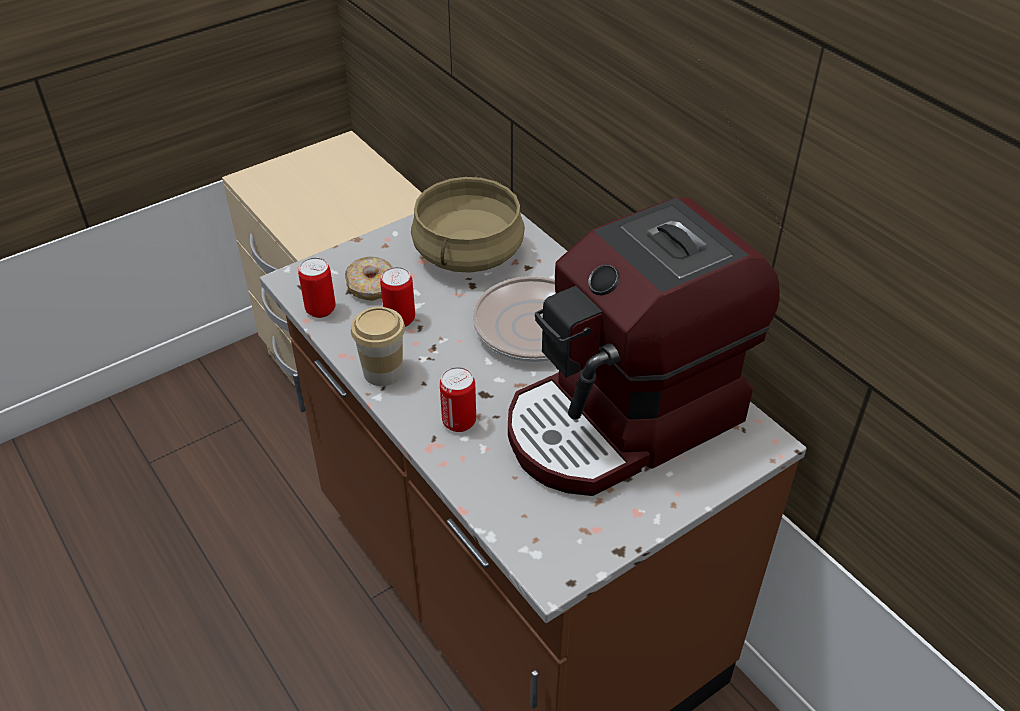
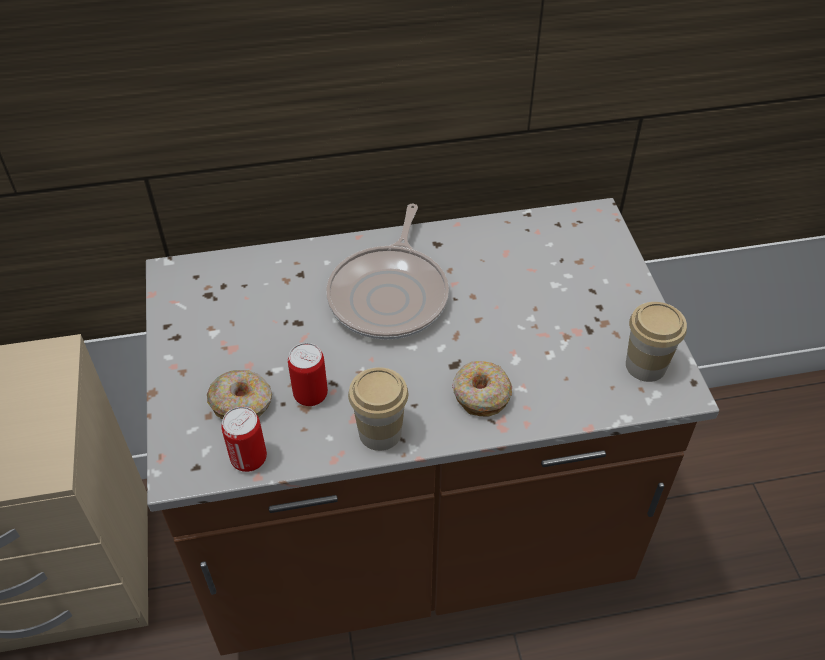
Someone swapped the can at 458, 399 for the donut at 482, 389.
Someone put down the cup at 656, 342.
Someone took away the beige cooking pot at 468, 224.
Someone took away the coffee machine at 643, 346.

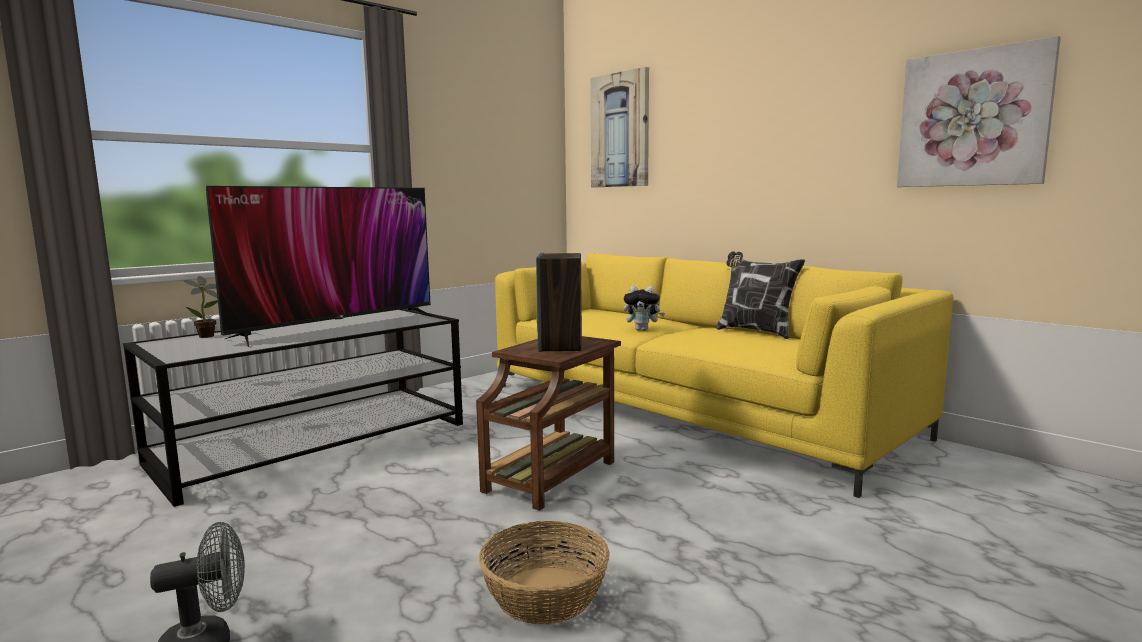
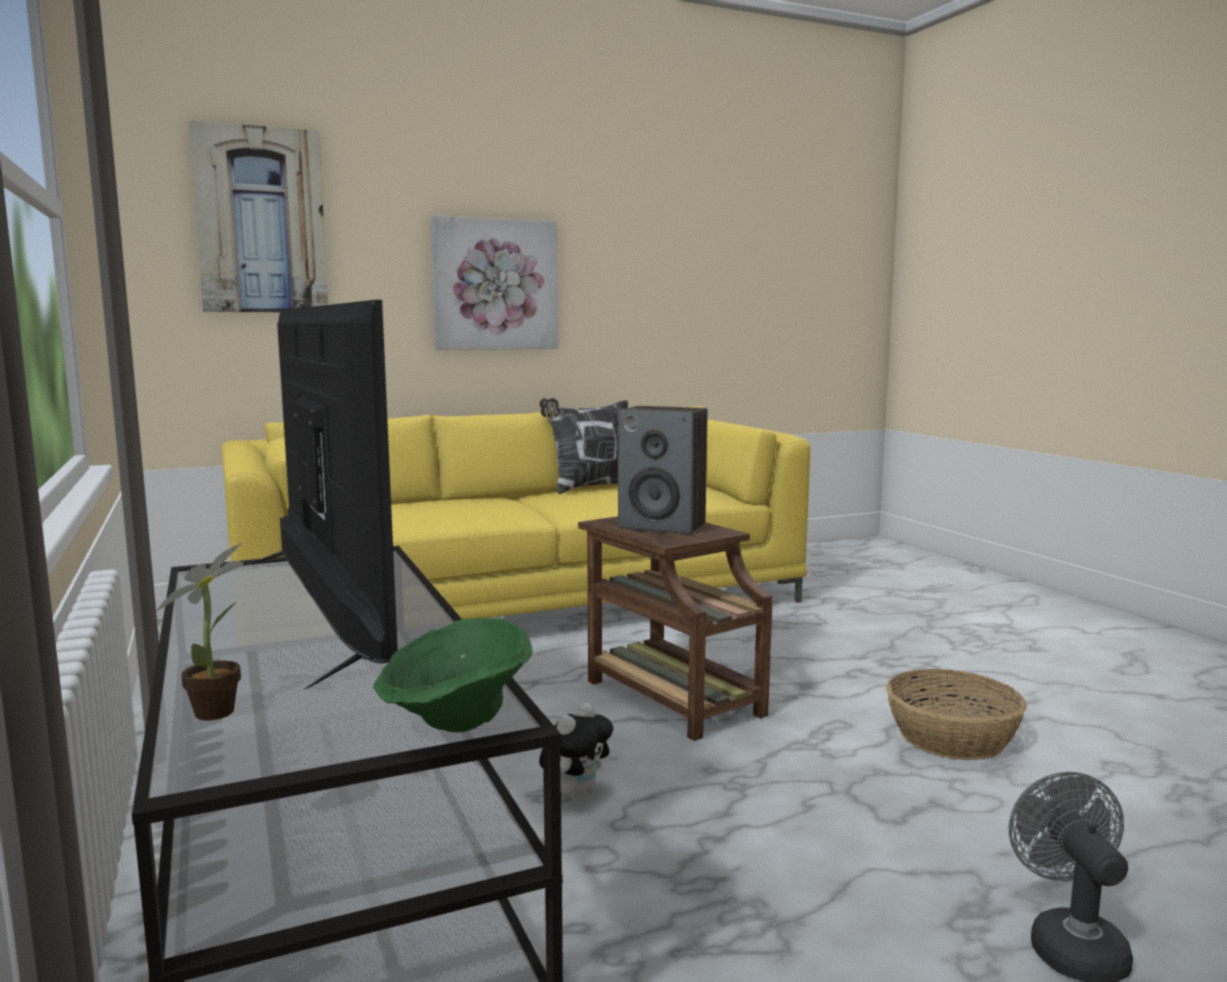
Someone put down the green bowl at 452, 675.
Someone carried the picture from 979, 111 to 494, 282.
Someone carried the plush toy from 644, 308 to 576, 752.

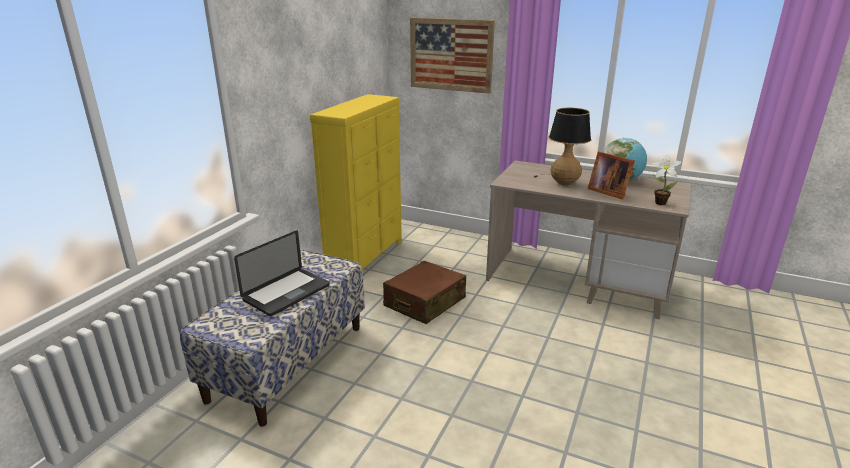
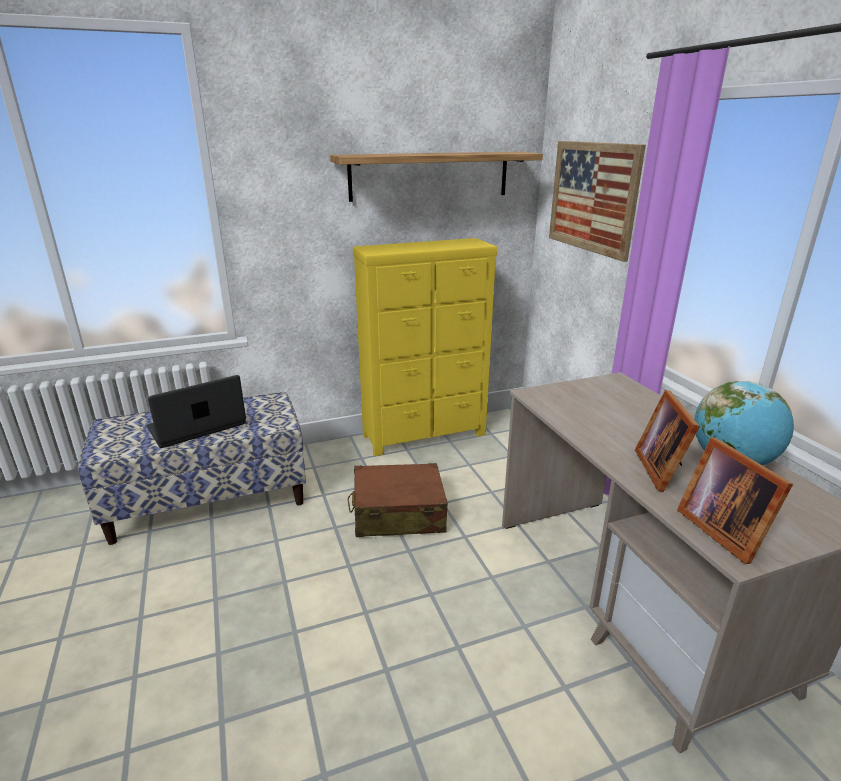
Someone rotated the laptop at 282, 273 by 150 degrees clockwise.
Someone put up the shelf at 436, 177.
Someone swapped the potted plant at 667, 179 for the picture frame at 735, 500.
Someone took away the table lamp at 562, 147.

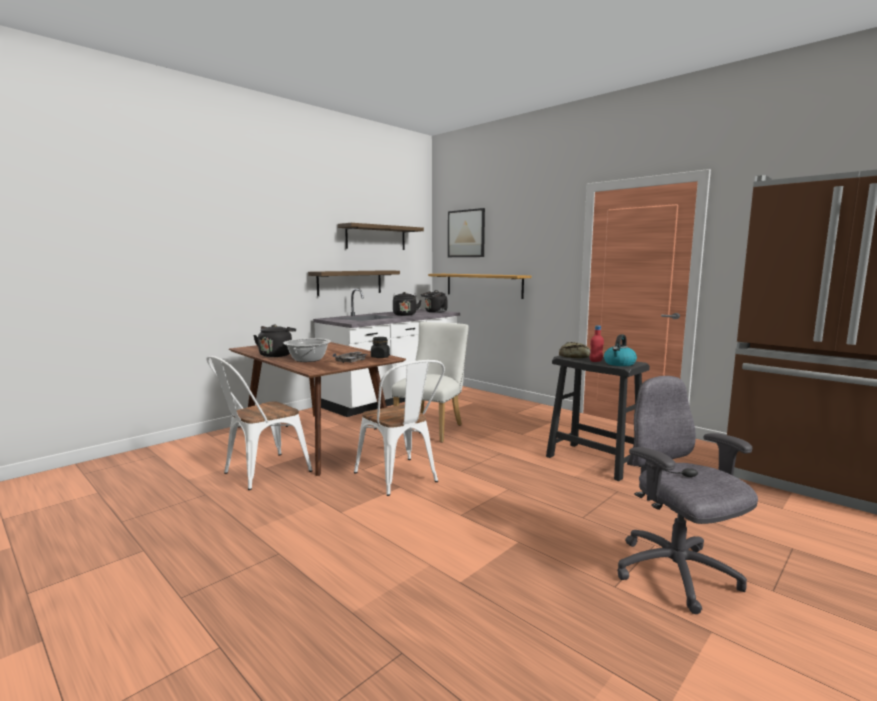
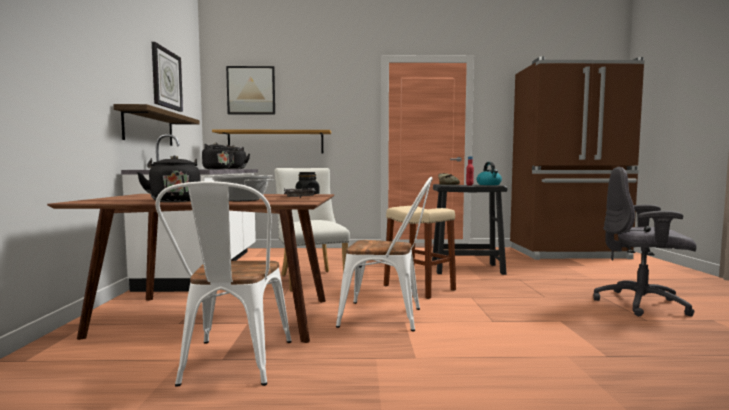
Someone swapped the shelf at 381, 236 for the wall clock at 167, 77.
Someone put down the beige stool at 420, 252.

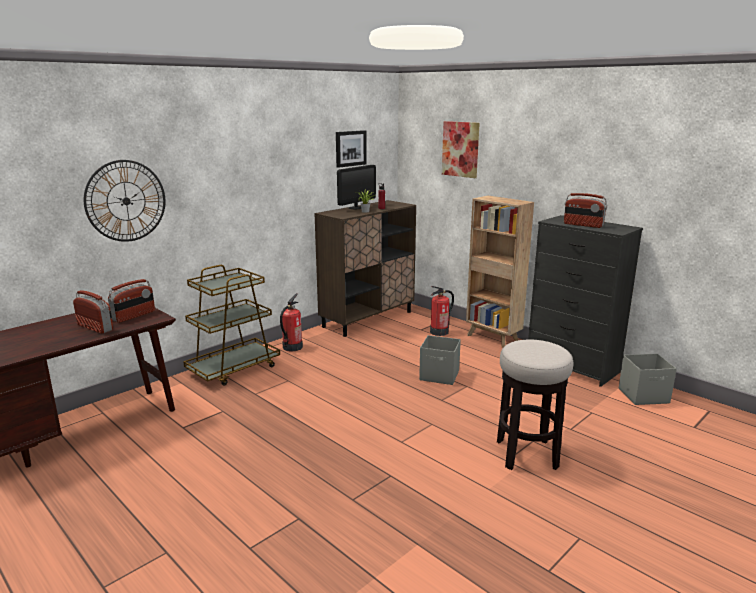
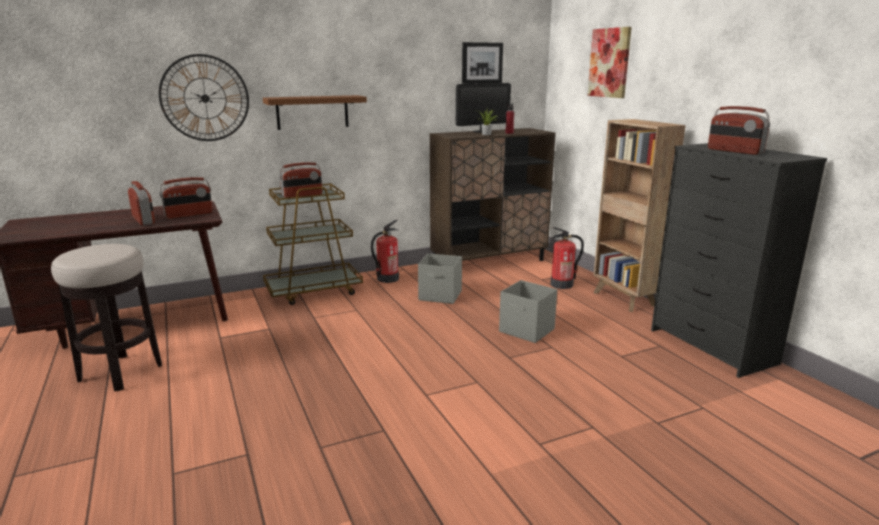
Someone carried the stool from 535, 404 to 106, 317.
Someone put up the brown shelf at 315, 112.
Someone put down the radio at 300, 180.
Someone carried the grey storage box from 648, 379 to 440, 278.

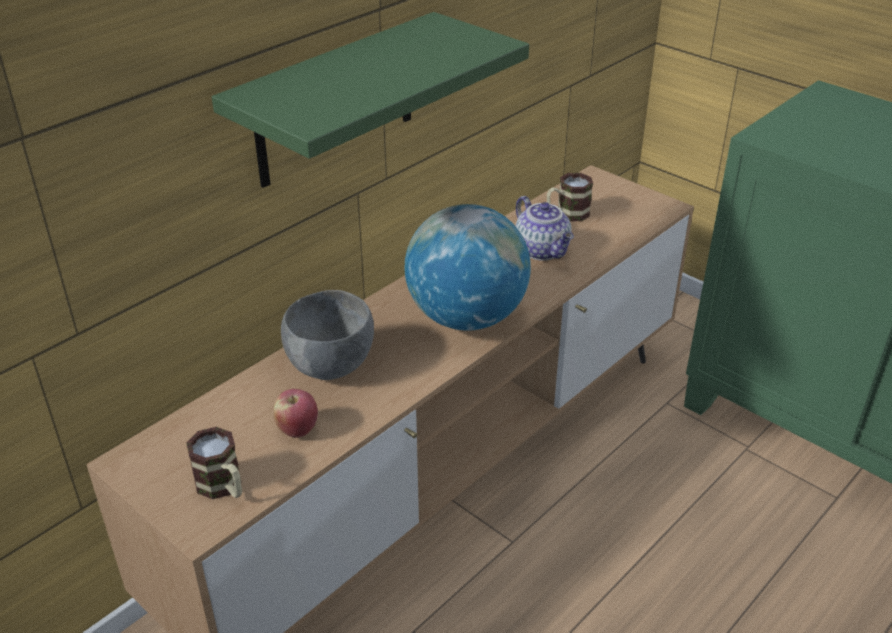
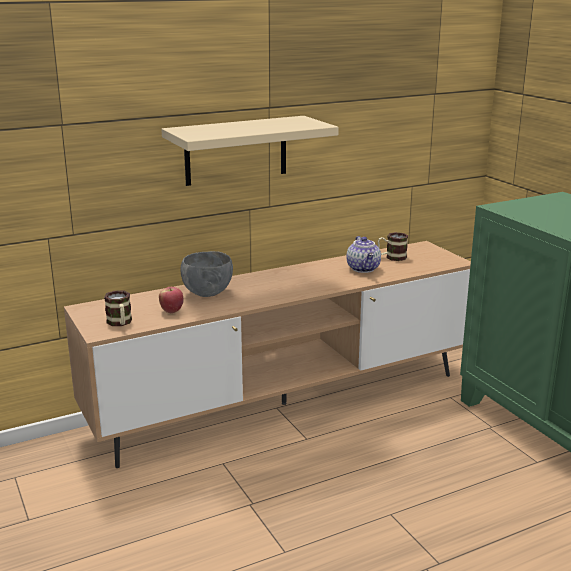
Someone repainted the green shelf at 370, 100, which became the beige shelf at 250, 151.
Someone took away the globe at 467, 267.

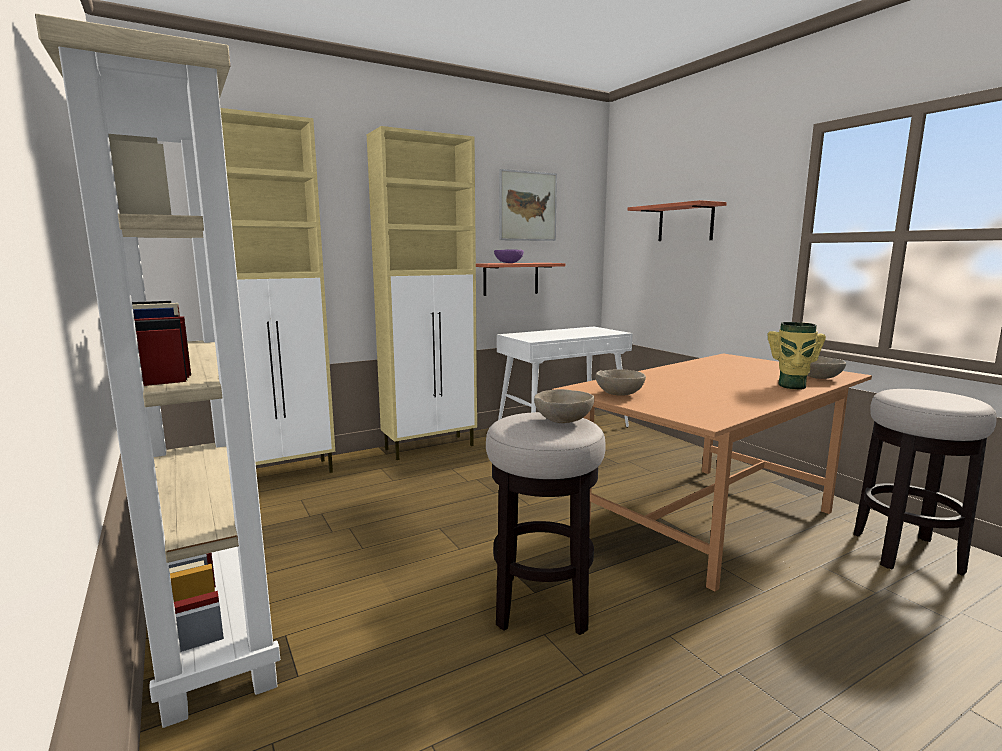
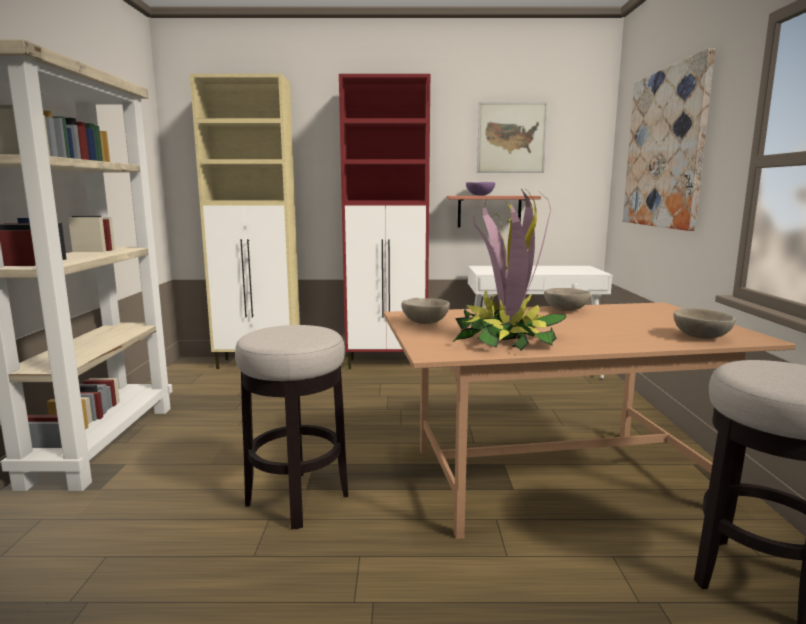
Someone repainted the beige cabinet at 422, 293, which became the red cabinet at 384, 221.
Someone put down the potted plant at 510, 270.
Someone carried the beige bowl from 564, 406 to 567, 299.
Someone swapped the shelf at 677, 220 for the picture at 669, 139.
Someone took away the vase at 796, 355.

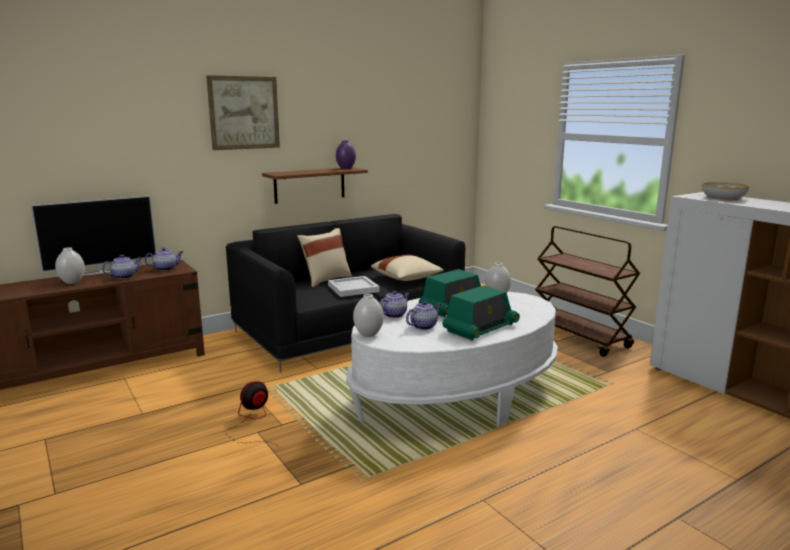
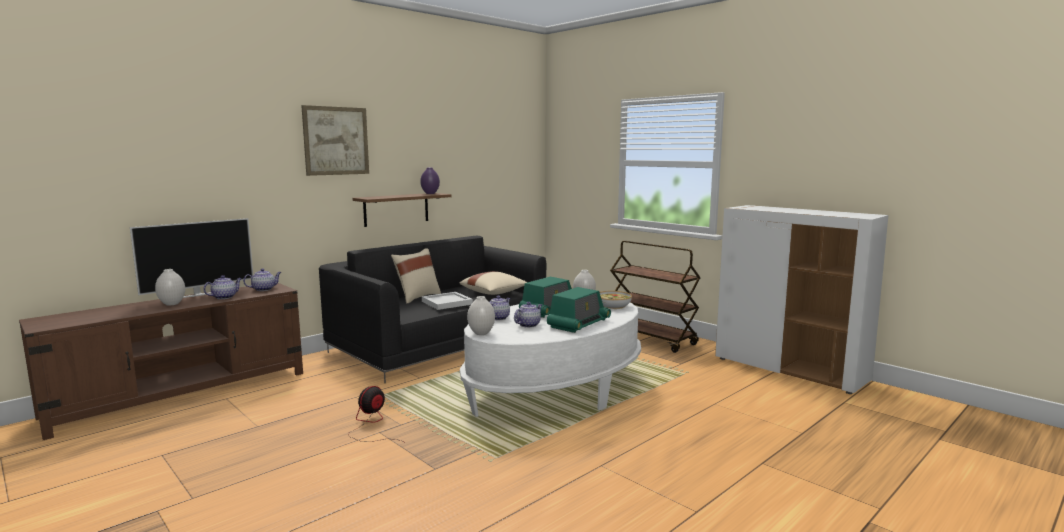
Someone carried the bowl from 725, 191 to 616, 300.

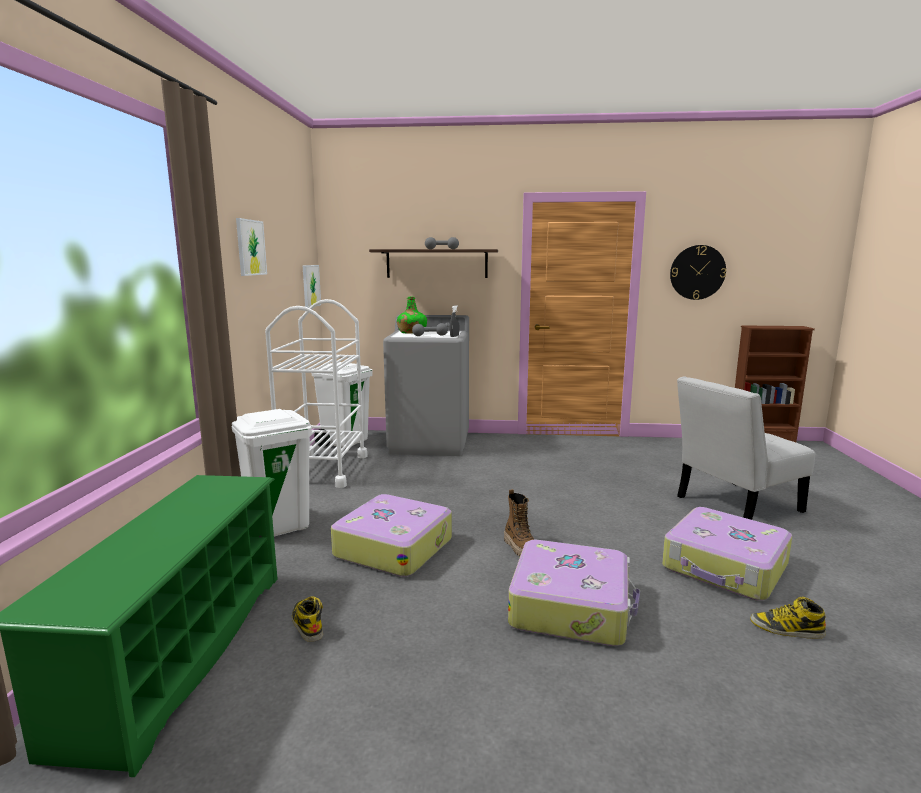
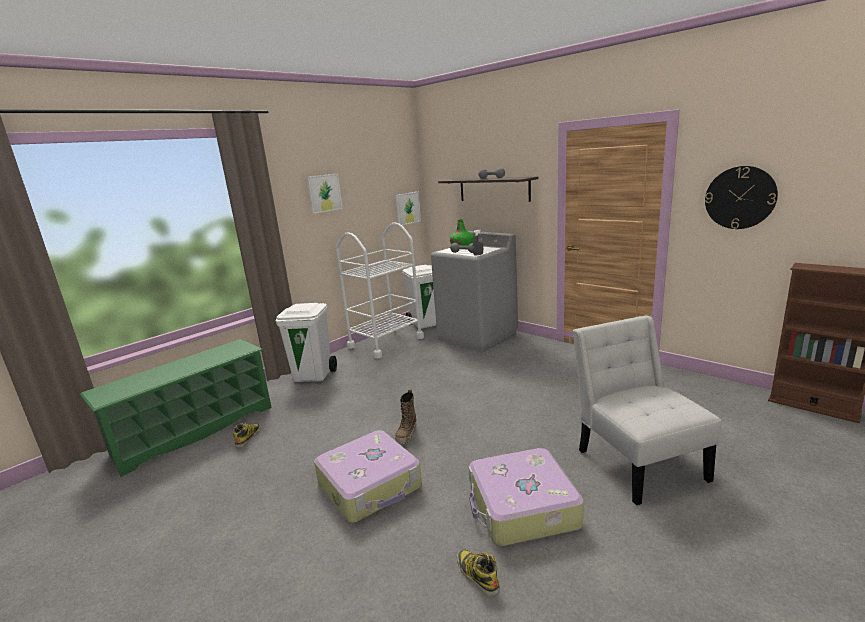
Someone rotated the white chair at 746, 448 by 60 degrees clockwise.
Someone took away the suitcase at 391, 535.

